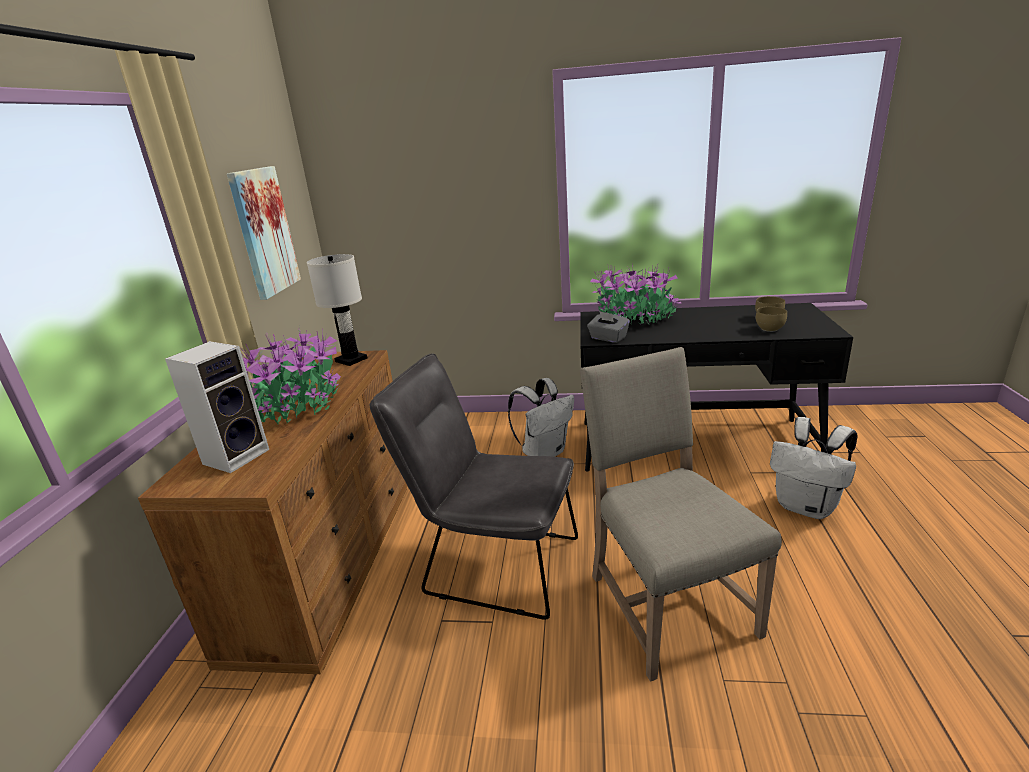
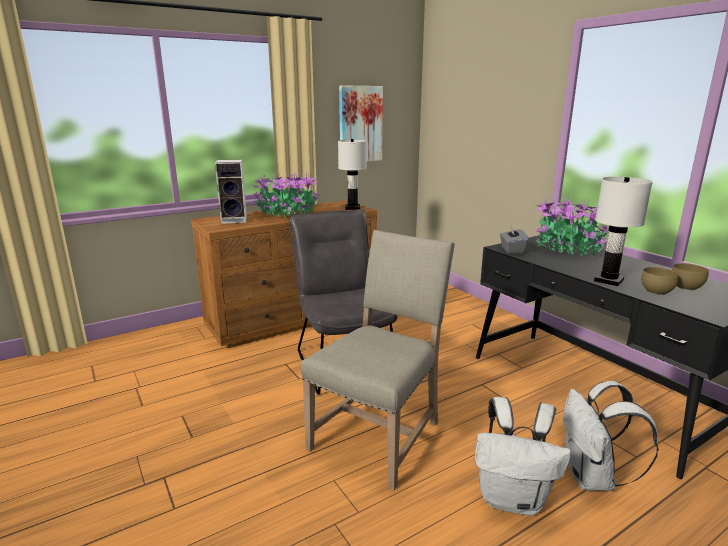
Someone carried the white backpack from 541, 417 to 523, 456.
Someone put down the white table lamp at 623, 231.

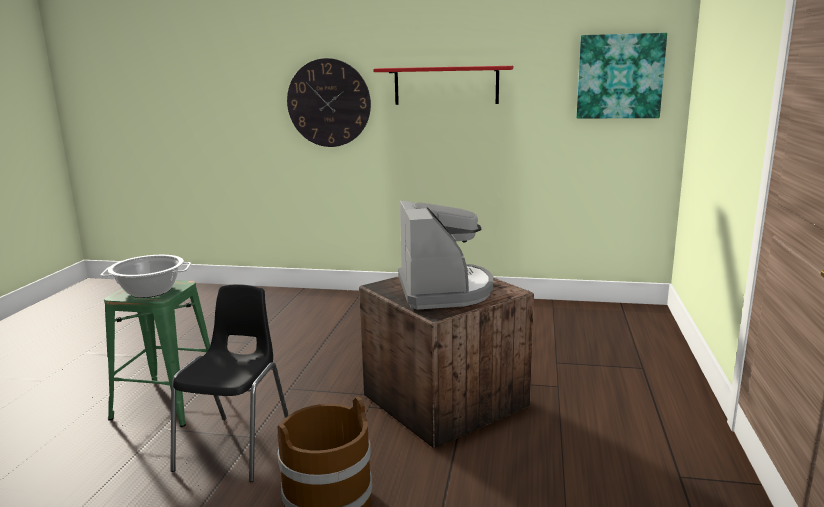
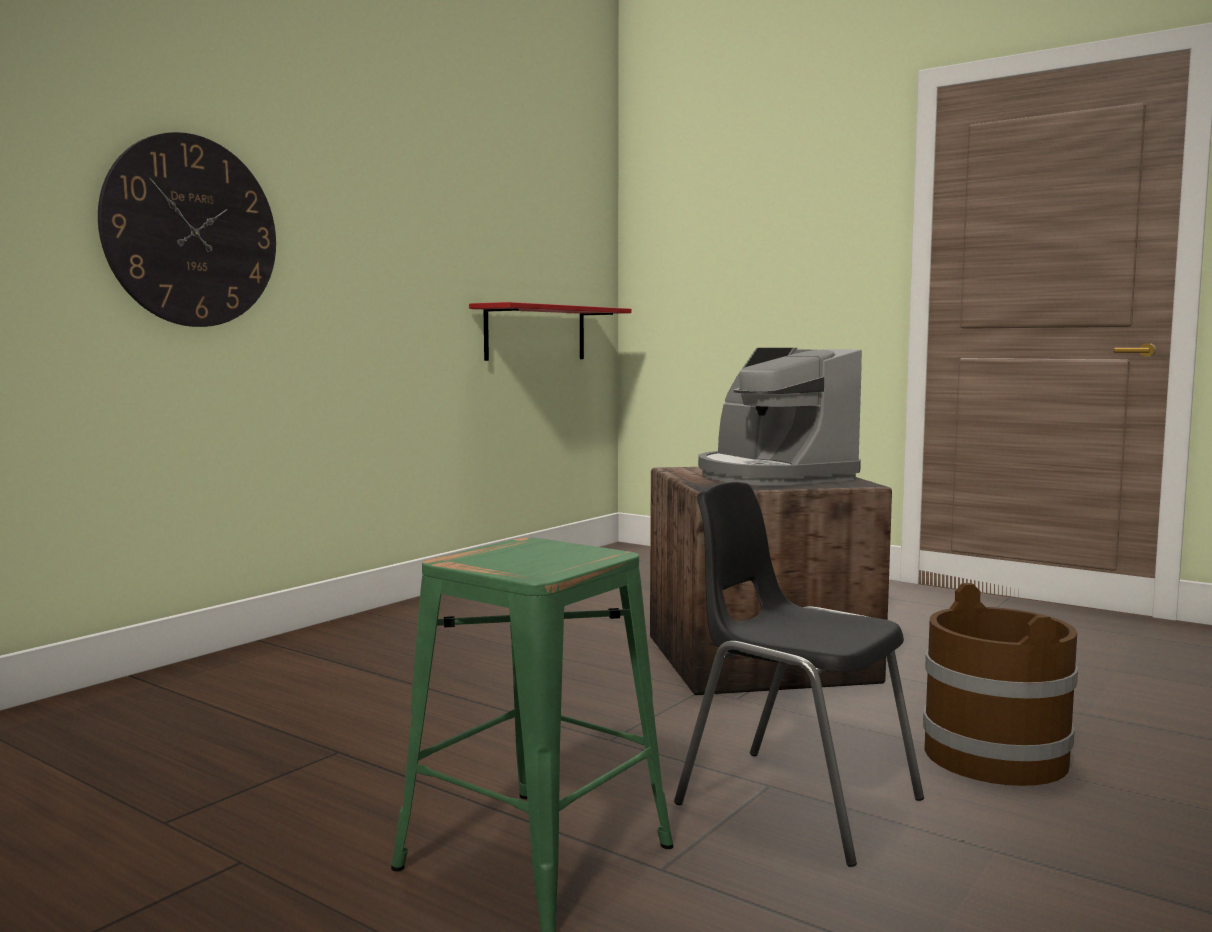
Someone carried the red shelf from 443, 85 to 550, 331.
Someone rotated the coffee machine at 445, 255 by 135 degrees counterclockwise.
Someone took away the cooking pot at 145, 276.
Someone took away the picture at 621, 76.

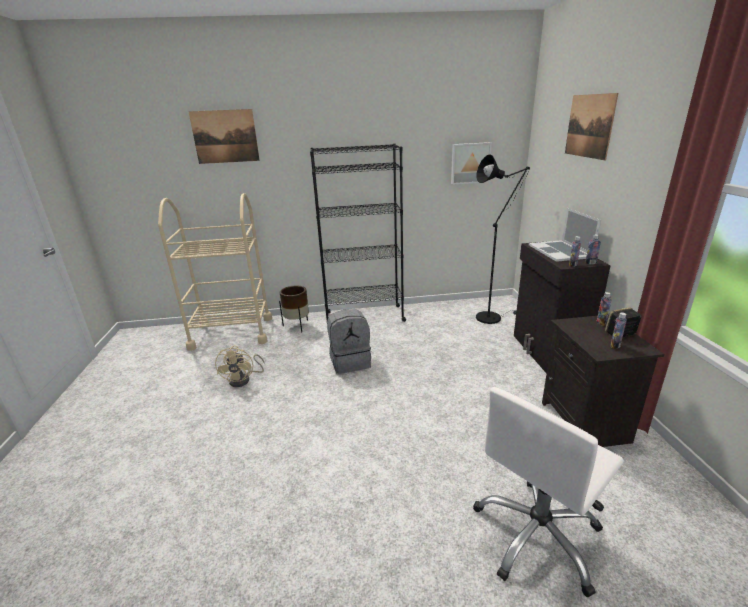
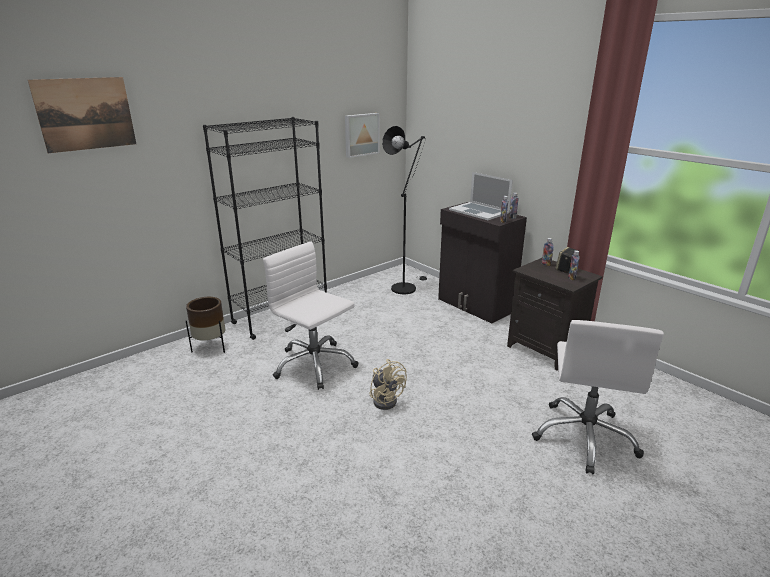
Someone swapped the grey backpack at 349, 341 for the white office chair at 310, 316.
Someone carried the beige fan from 240, 366 to 388, 384.
Someone took away the beige cart at 215, 272.
Someone took away the picture at 591, 126.

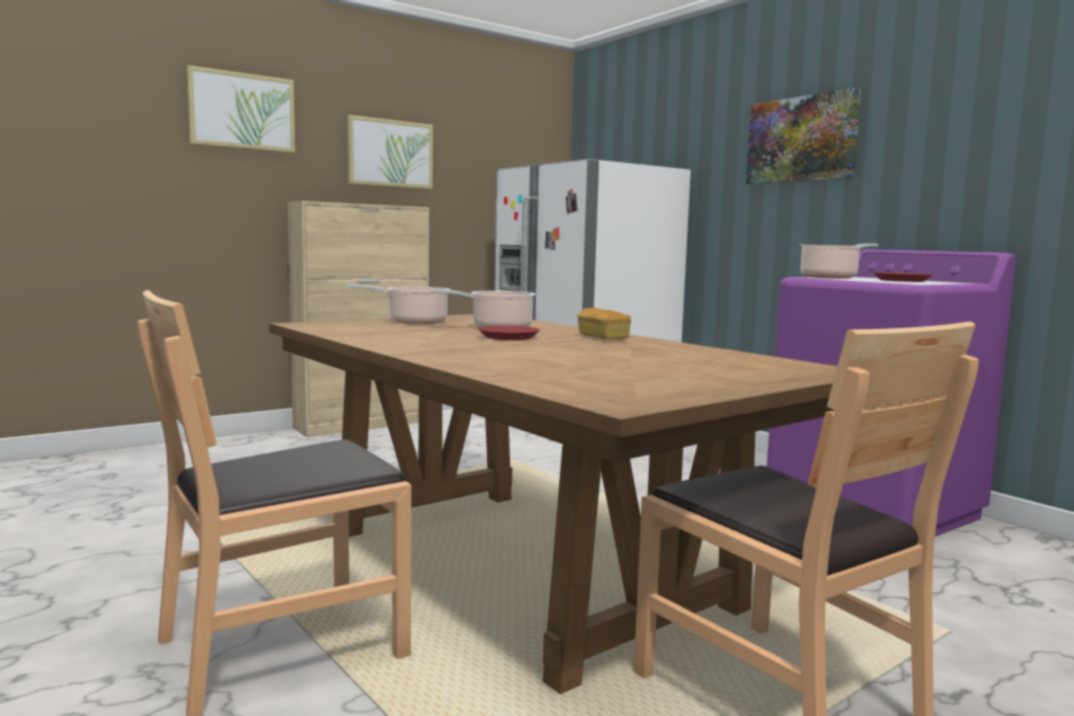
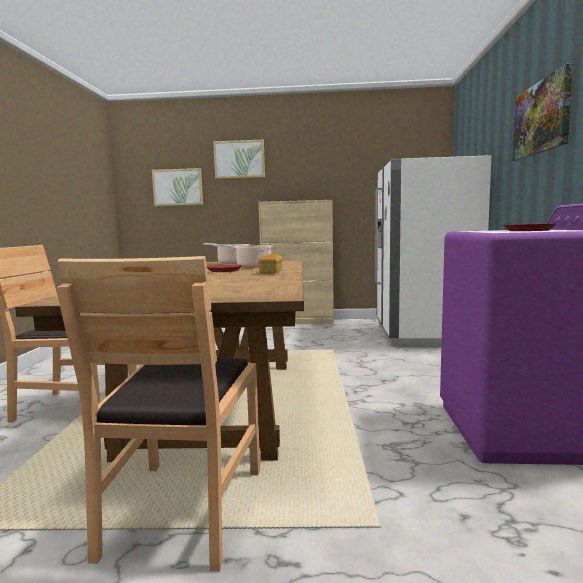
Someone carried the picture from 390, 152 to 177, 187.
Someone took away the cooking pot at 839, 261.

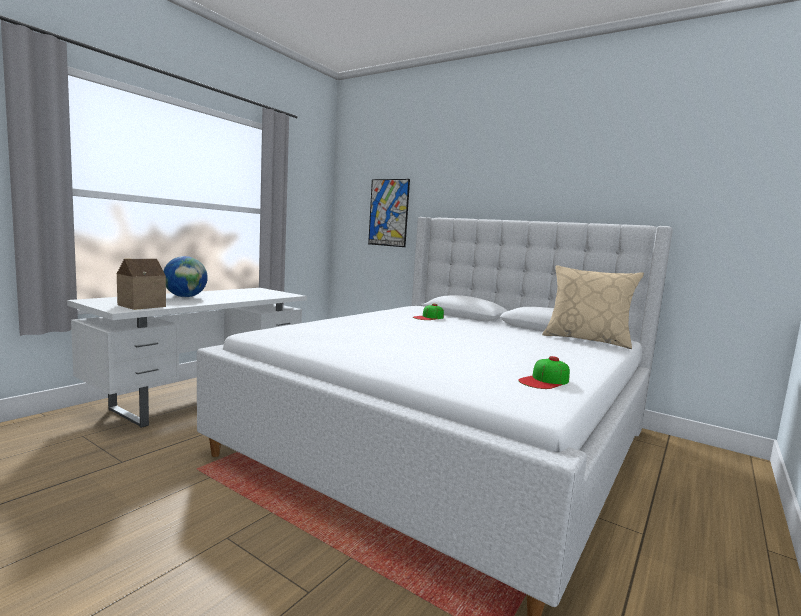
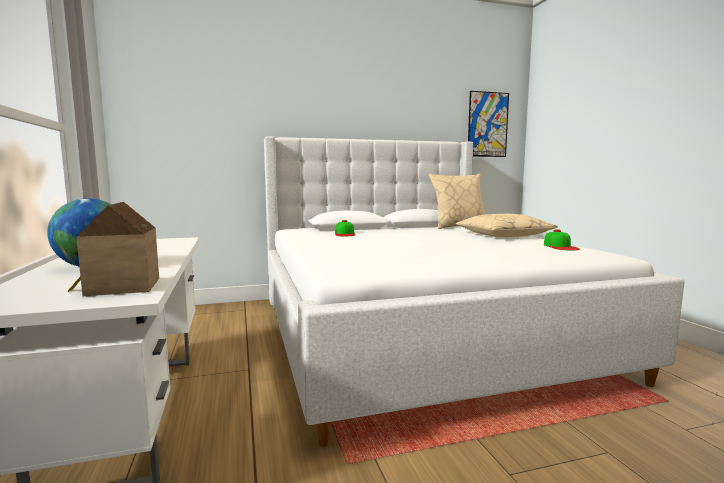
Someone put down the beige pillow at 507, 225.
Someone carried the picture from 389, 213 to 488, 124.

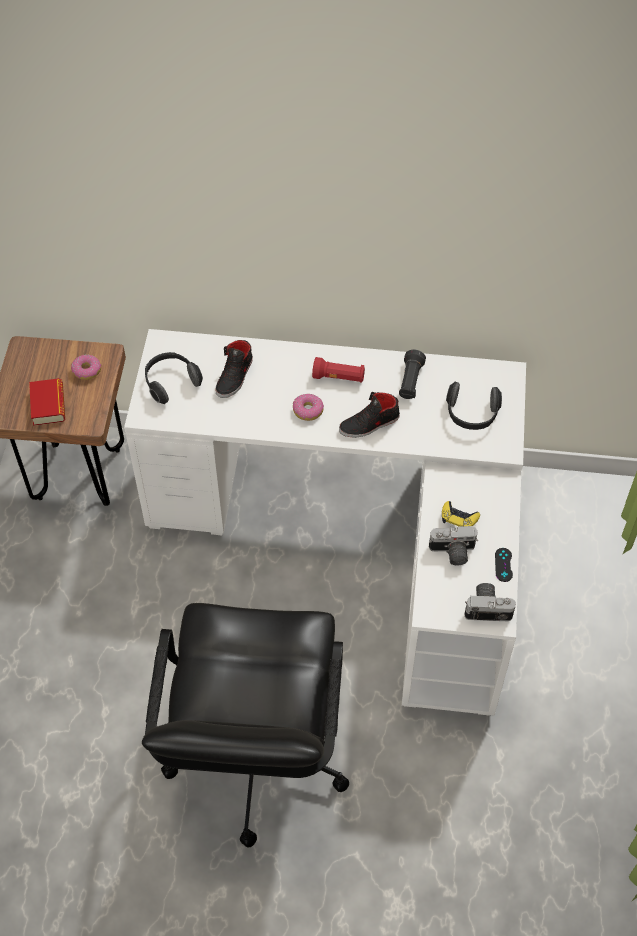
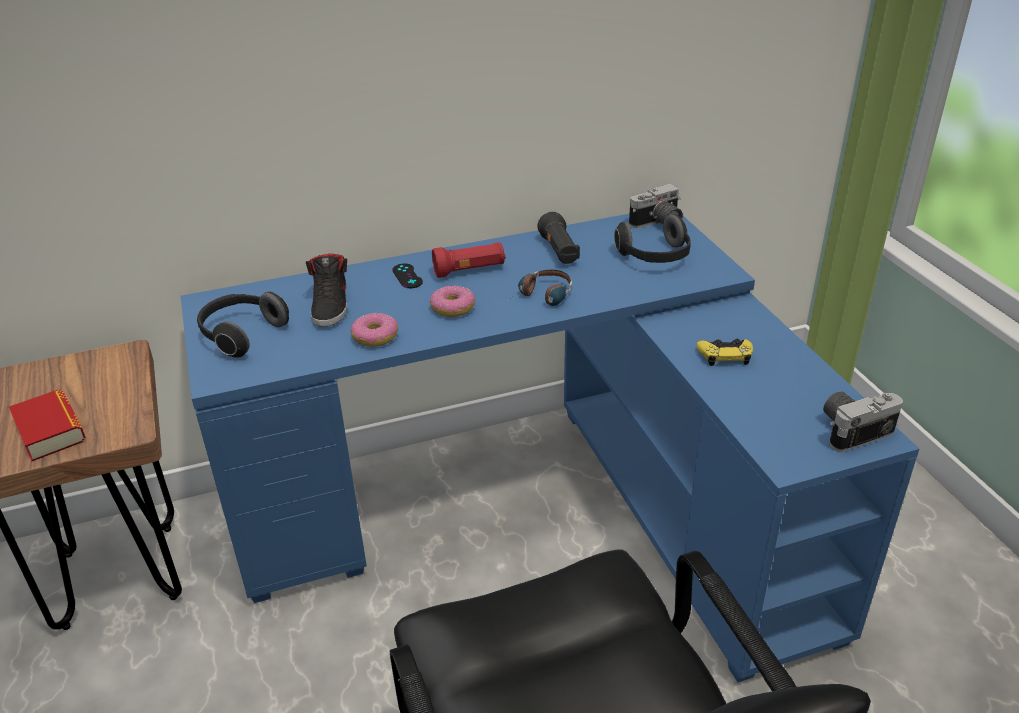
Someone repainted the white desk at 325, 522, which became the blue desk at 550, 448.
Someone carried the donut from 86, 367 to 374, 330.
Someone carried the black game controller from 504, 565 to 407, 275.
Someone swapped the black shoe at 369, 415 for the headphones at 541, 288.
Someone carried the photo camera from 453, 546 to 656, 206.

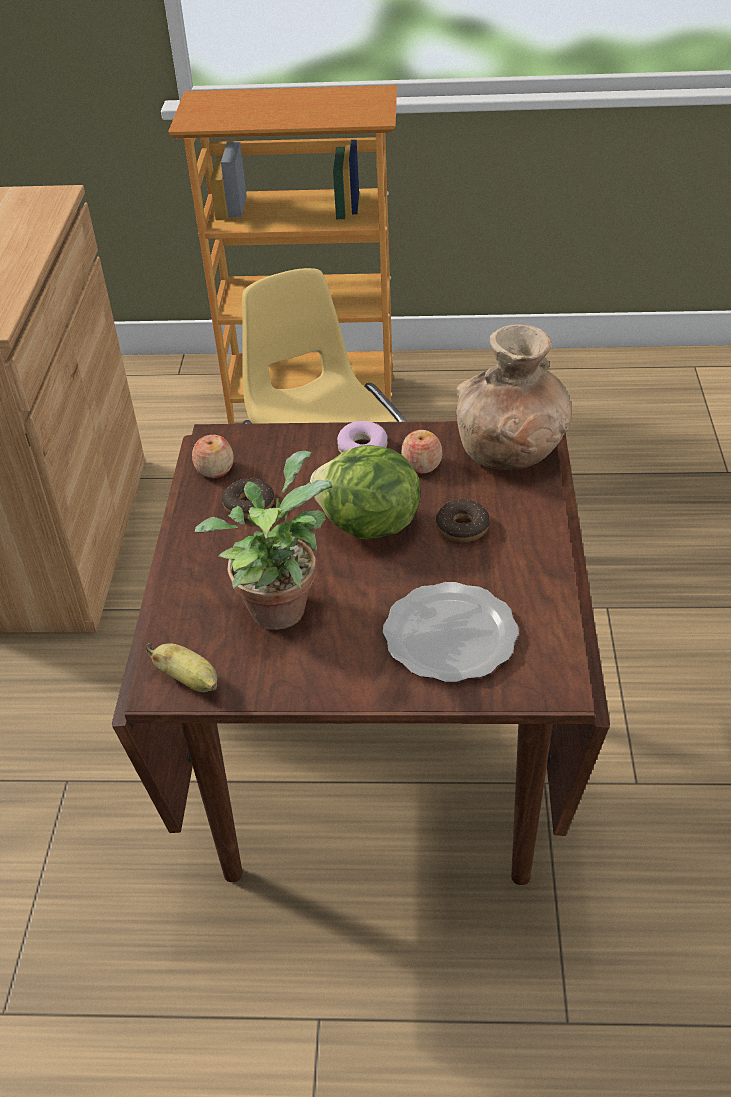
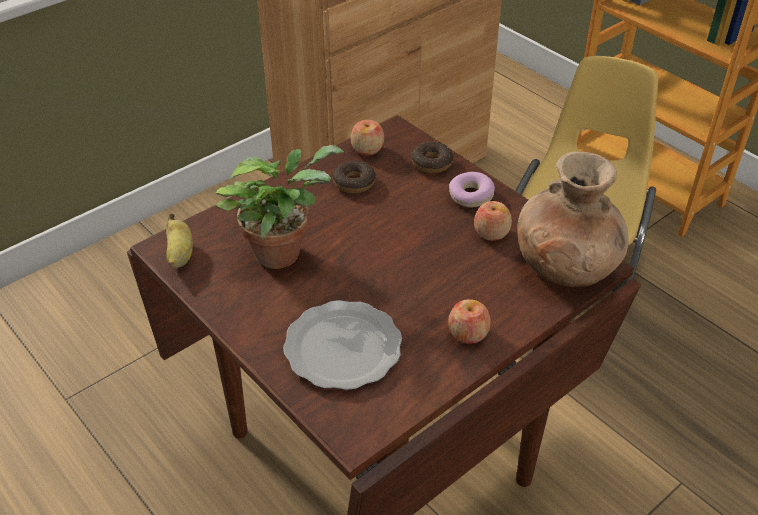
Someone carried the donut from 463, 520 to 432, 157.
Someone put down the apple at 469, 321.
Someone took away the lettuce at 365, 492.

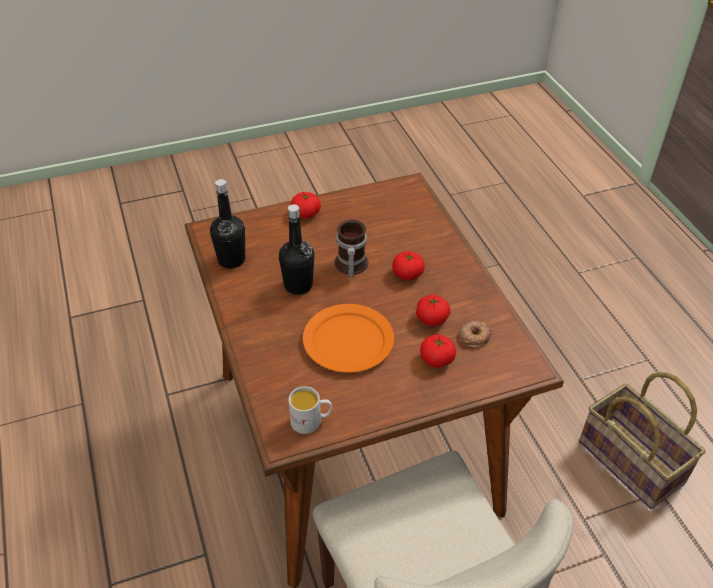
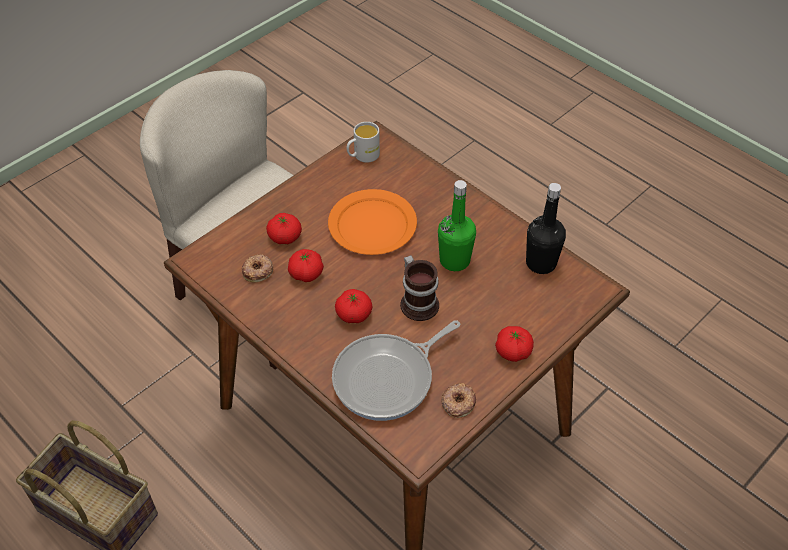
Someone put down the frying pan at 396, 370.
Someone repainted the black bottle at 297, 249, which became the green bottle at 457, 225.
Someone put down the donut at 458, 400.

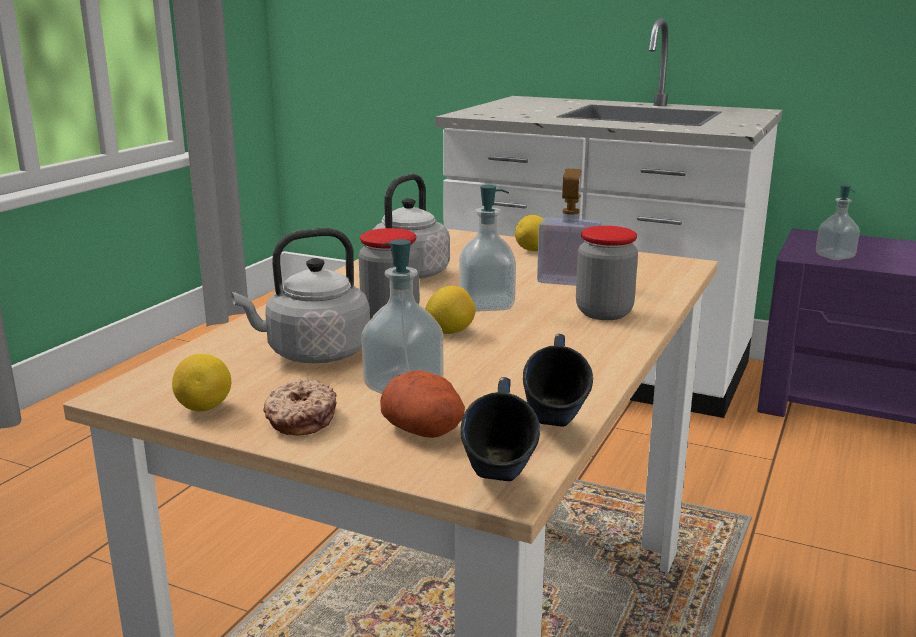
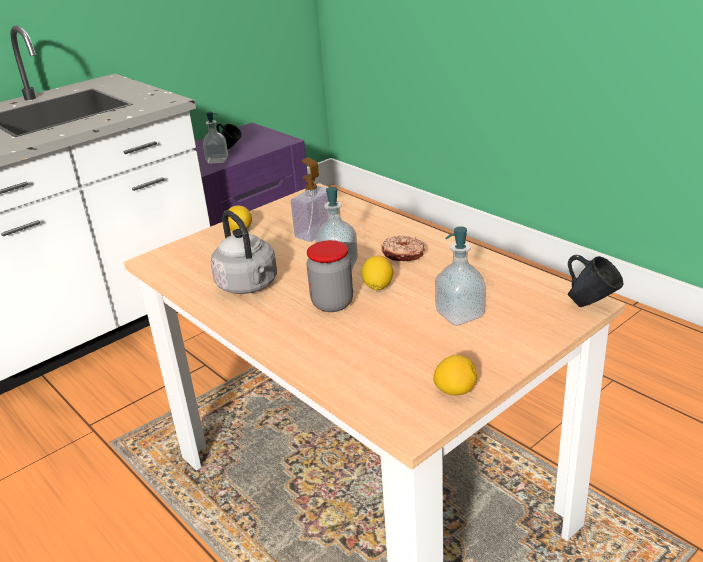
Someone carried the blue mug from 558, 380 to 229, 136.
Someone carried the donut from 300, 407 to 403, 248.
Someone took away the grey kettle at 300, 295.
Someone took away the potato at 422, 404.
Someone took away the jar at 607, 273.

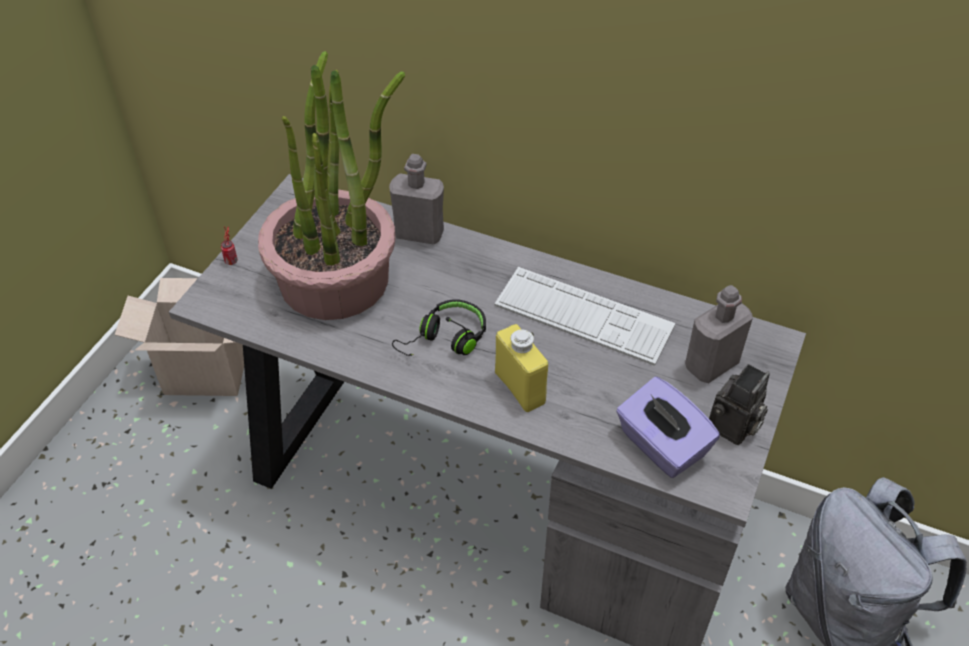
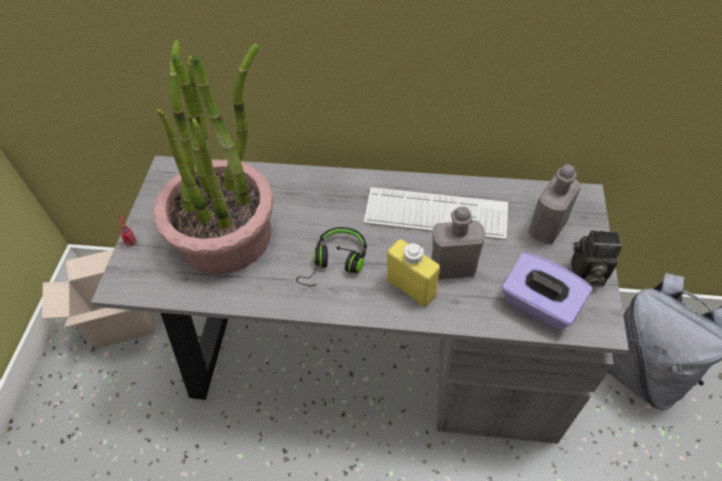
Someone carried the grey bottle from 416, 199 to 458, 243.
Someone rotated the photo camera at 739, 404 by 75 degrees clockwise.

